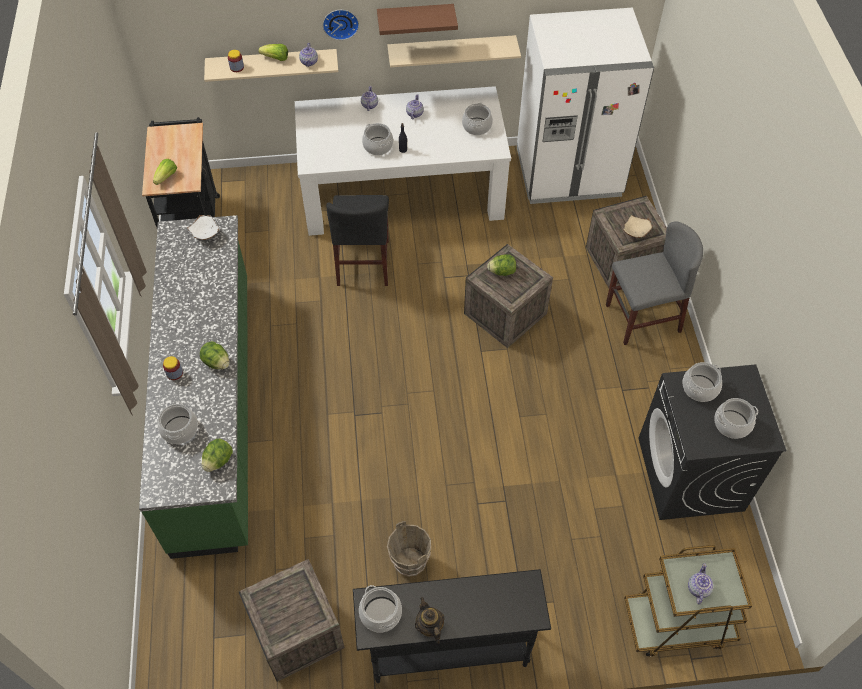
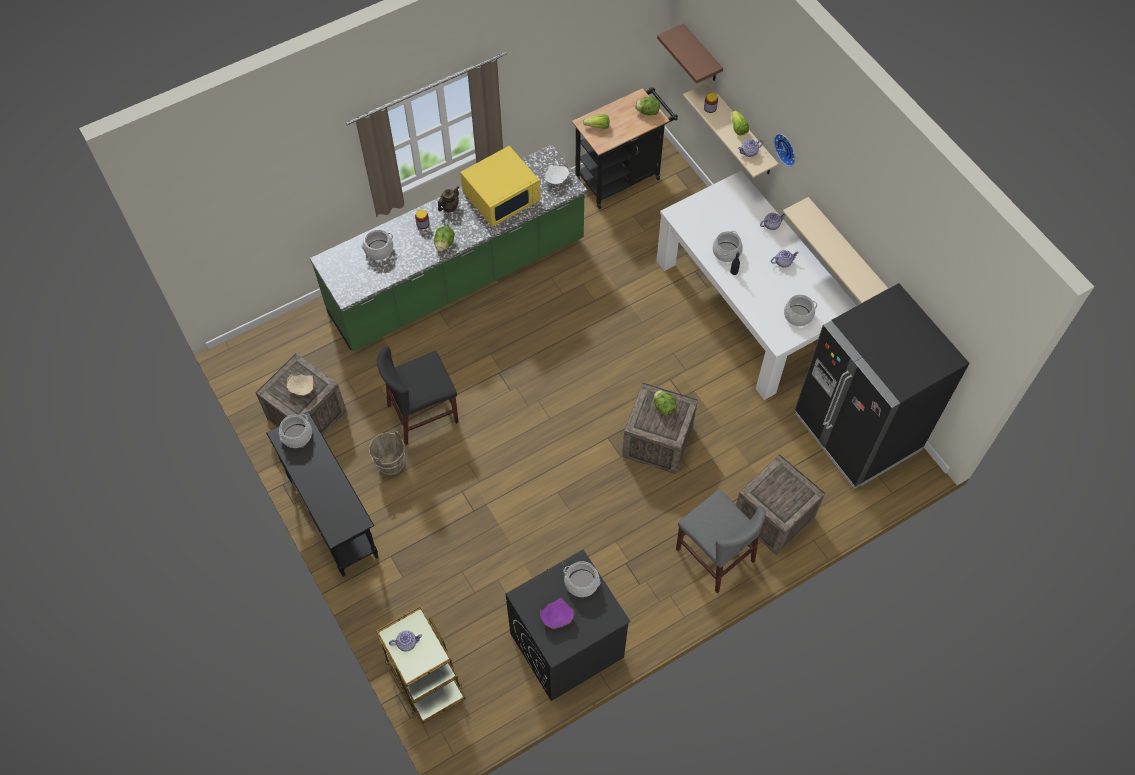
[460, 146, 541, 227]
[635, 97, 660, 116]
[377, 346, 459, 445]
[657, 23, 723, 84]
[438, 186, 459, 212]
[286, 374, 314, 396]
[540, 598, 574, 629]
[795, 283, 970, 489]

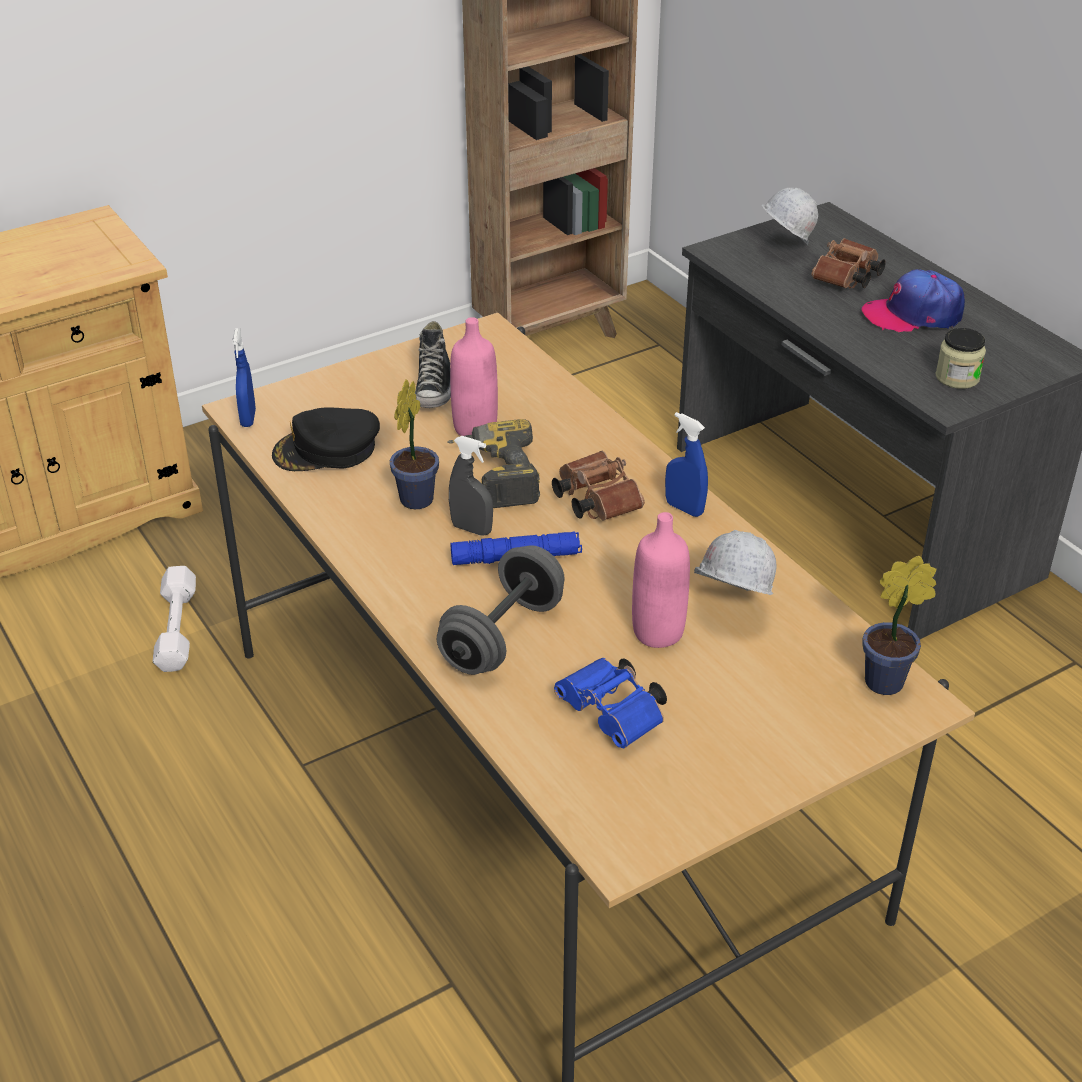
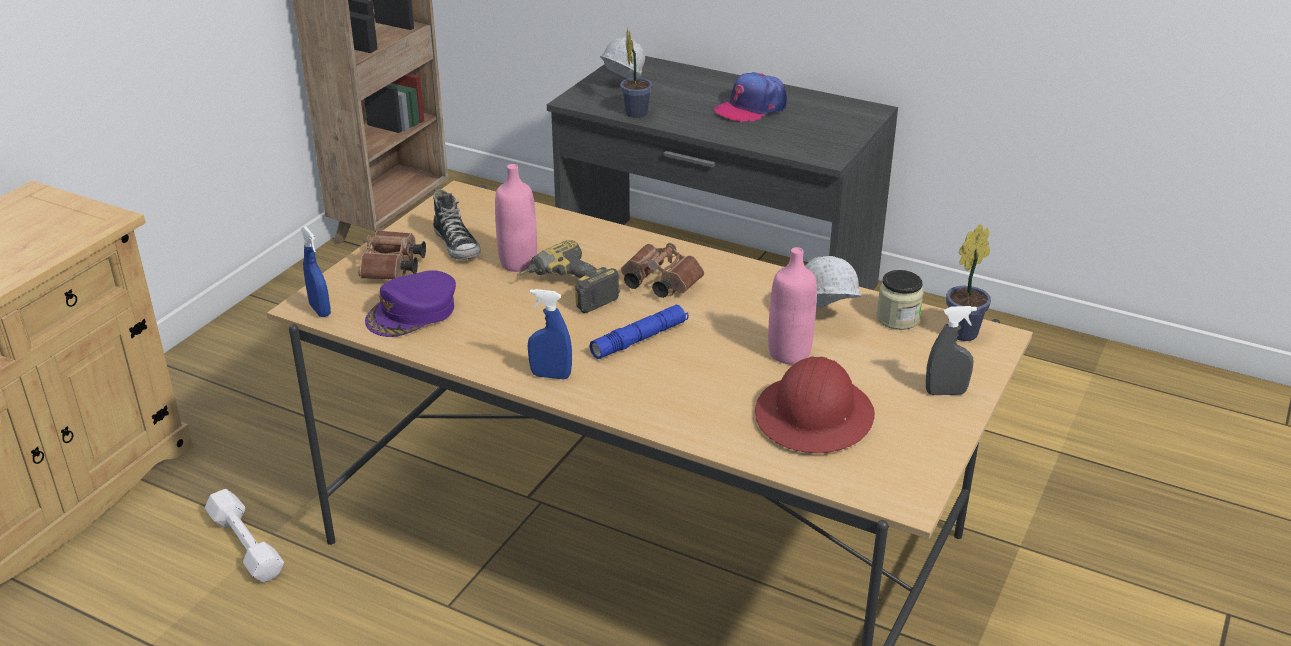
[437, 545, 565, 675] (first image)
[620, 28, 653, 118]
[926, 306, 977, 395]
[528, 289, 572, 379]
[358, 230, 426, 279]
[876, 270, 924, 330]
[755, 357, 875, 453]
[365, 270, 456, 337]

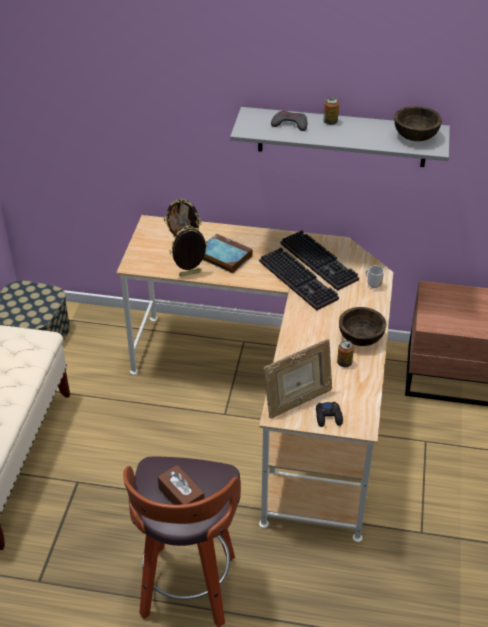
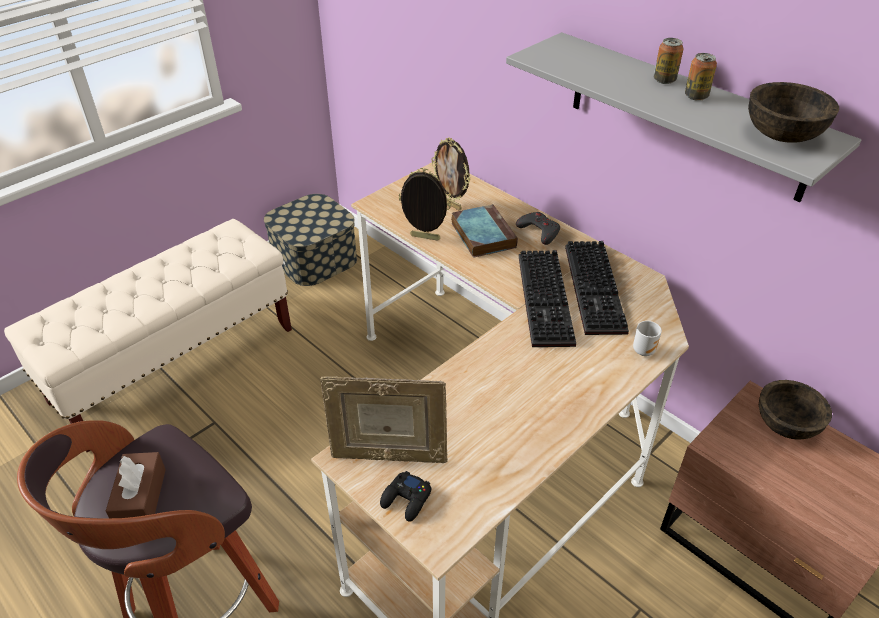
[516, 212, 560, 245]
[685, 53, 717, 101]
[759, 380, 832, 439]

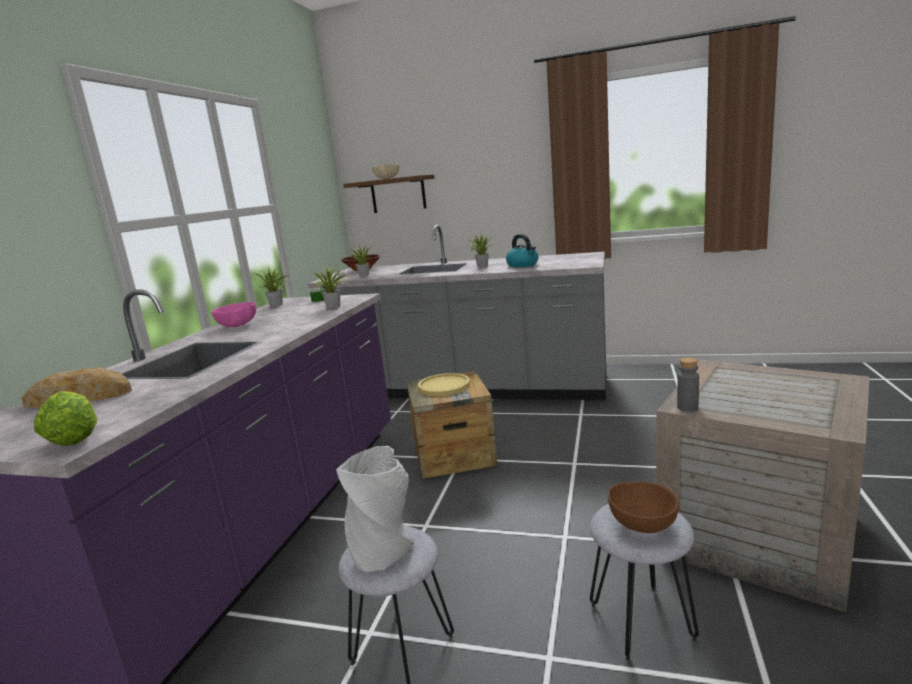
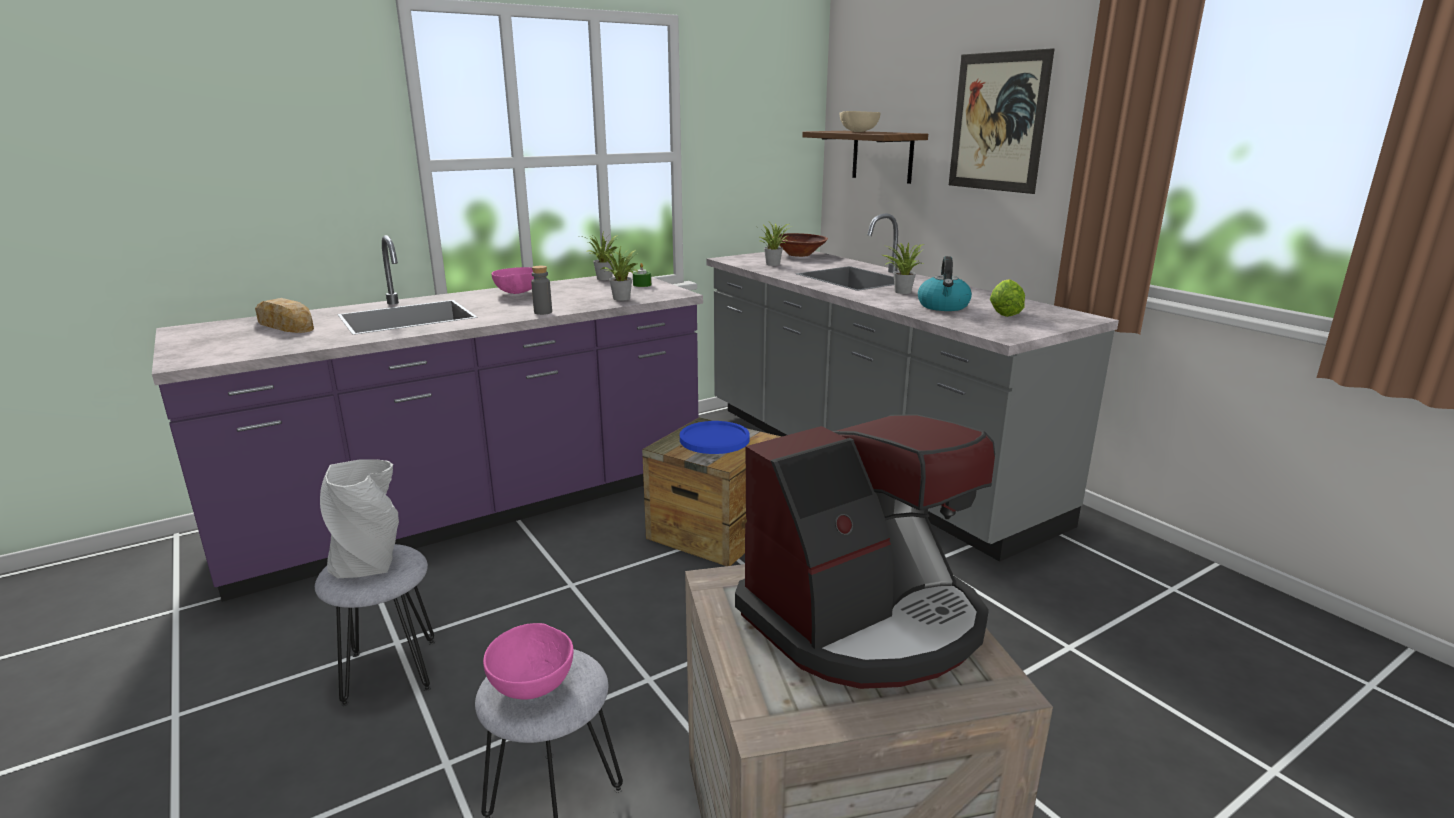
[735, 414, 995, 689]
[949, 48, 1054, 194]
[990, 279, 1025, 317]
[531, 266, 552, 315]
[680, 421, 750, 454]
[483, 623, 573, 699]

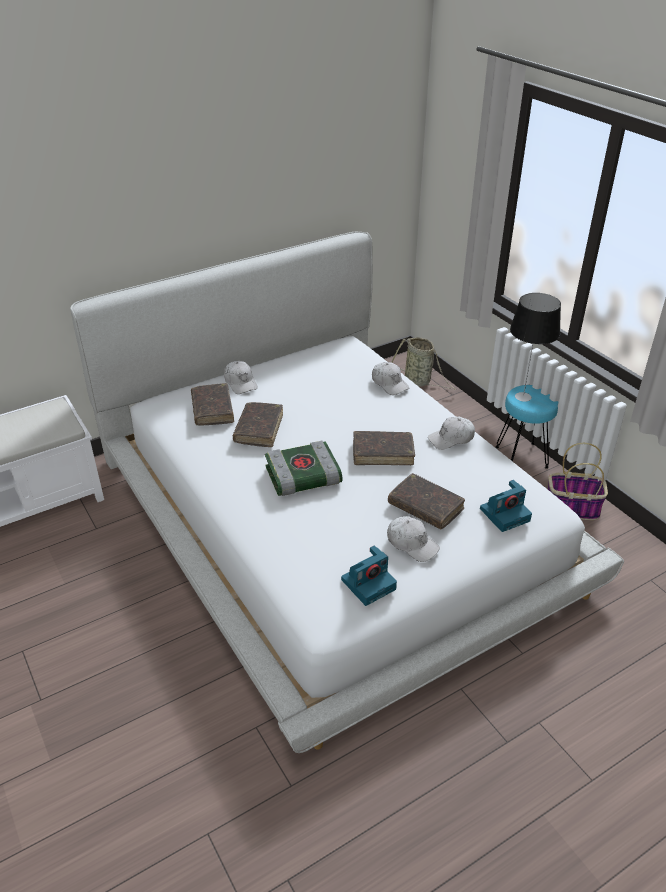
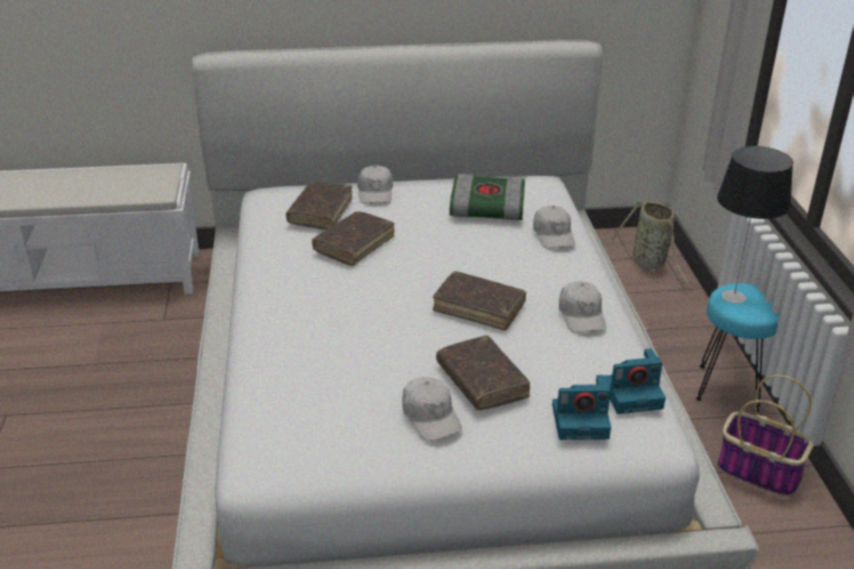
[449, 174, 525, 220]
[604, 348, 666, 414]
[559, 281, 606, 333]

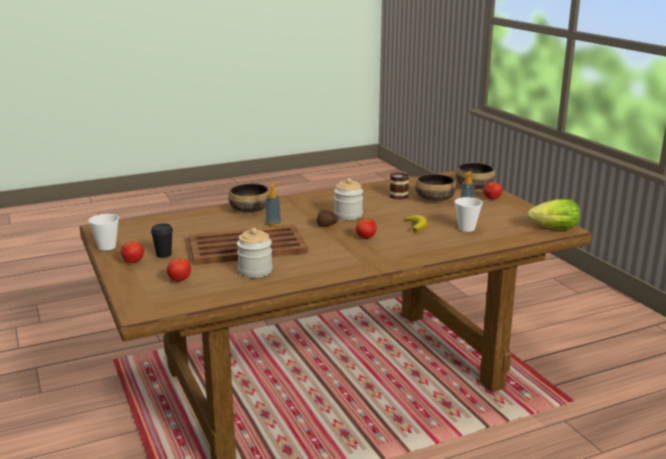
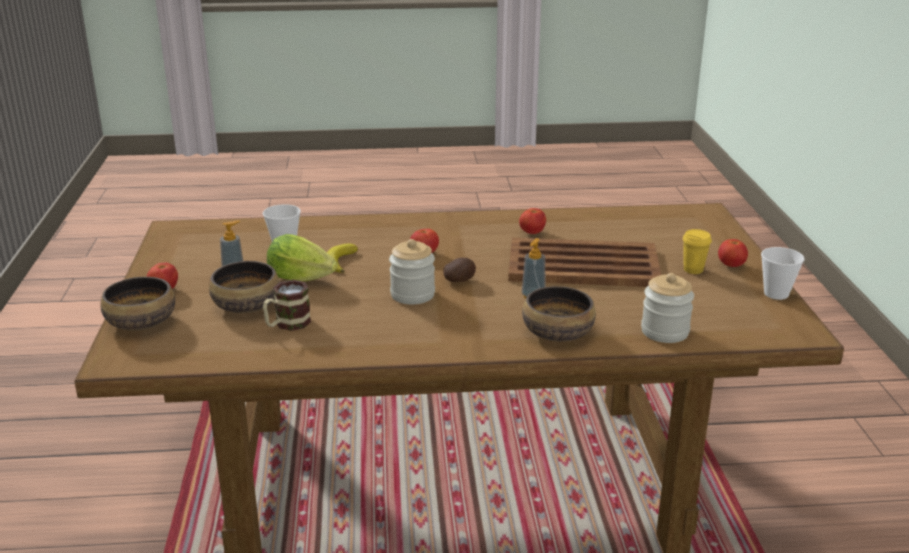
[519, 208, 546, 234]
[641, 273, 694, 343]
[267, 234, 337, 282]
[683, 229, 712, 274]

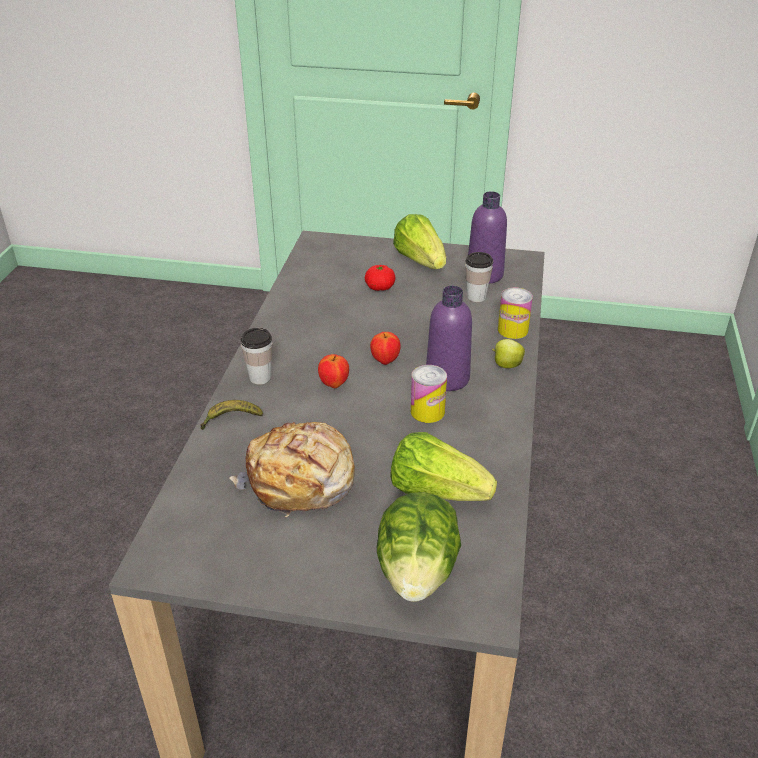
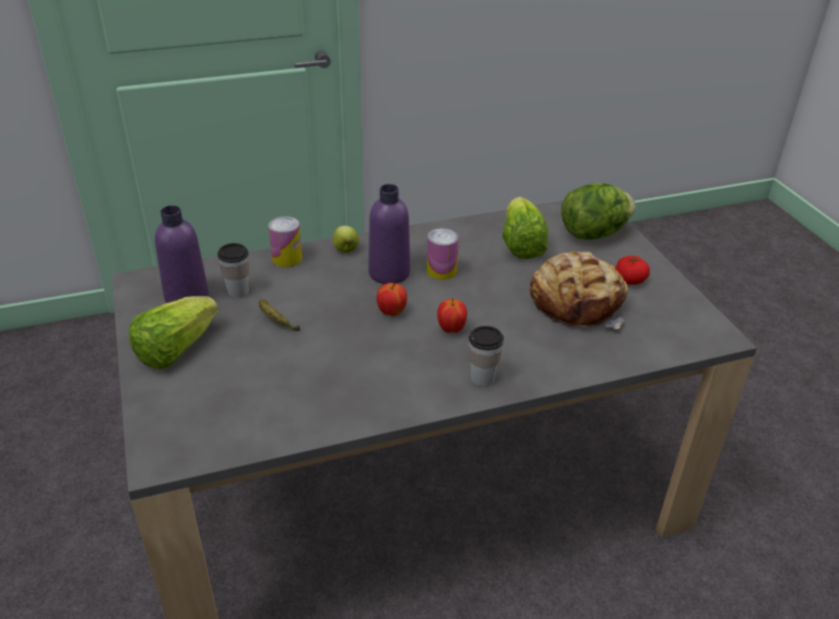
[259, 299, 300, 331]
[616, 256, 650, 285]

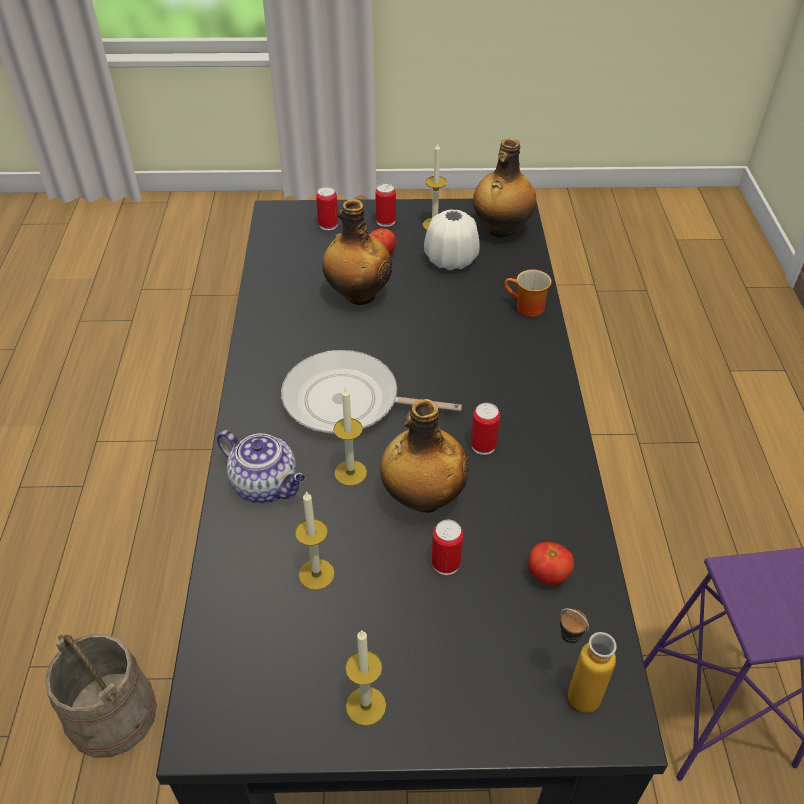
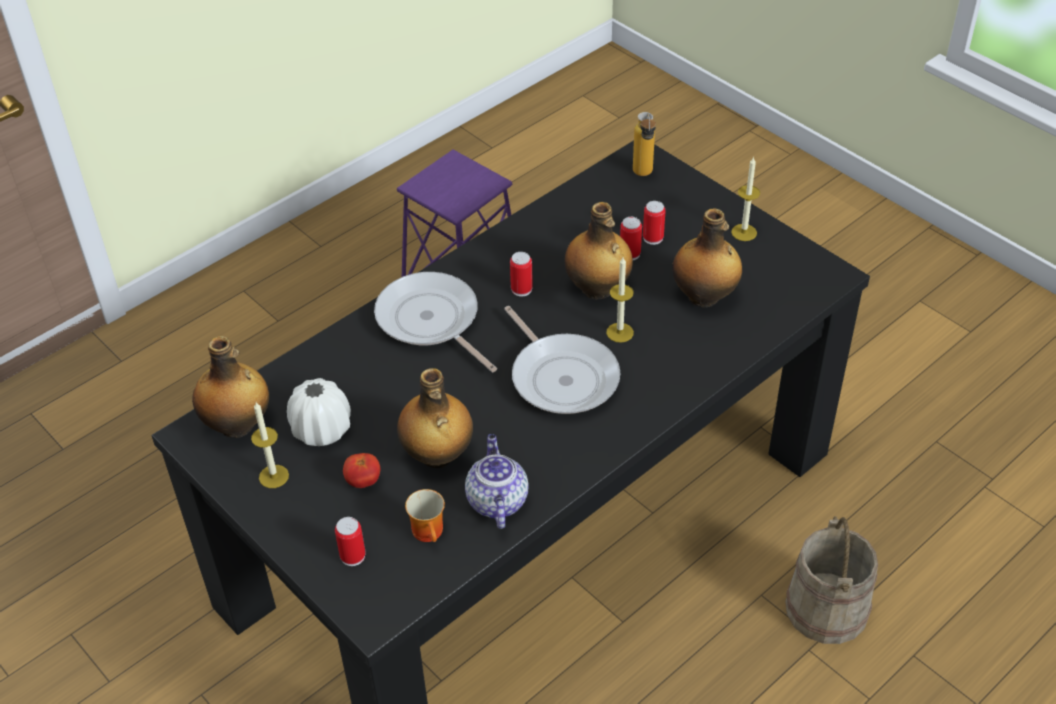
[528, 542, 574, 585] (first image)
[374, 272, 497, 372]
[465, 434, 529, 529]
[643, 201, 666, 245]
[405, 489, 445, 542]
[672, 208, 742, 307]

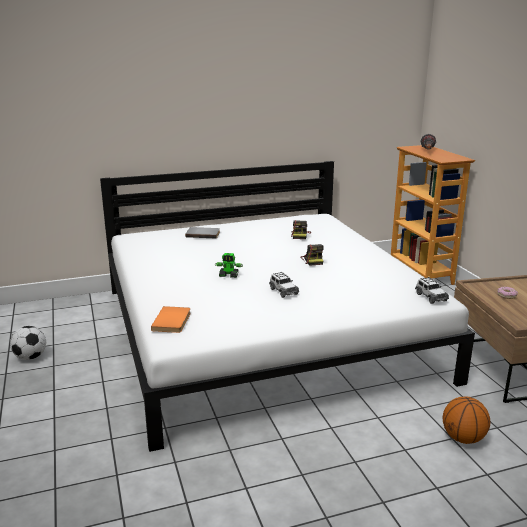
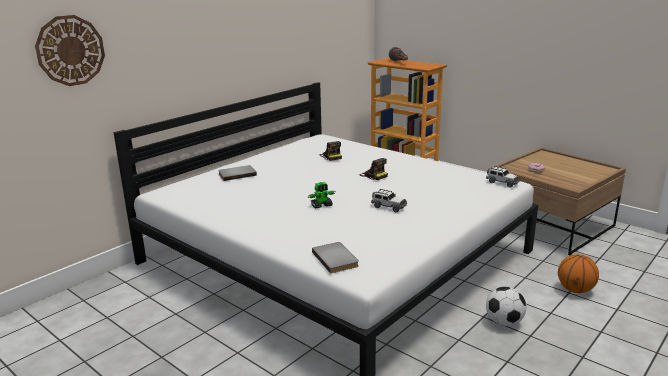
[35, 15, 105, 86]
[486, 287, 526, 326]
[312, 242, 359, 274]

